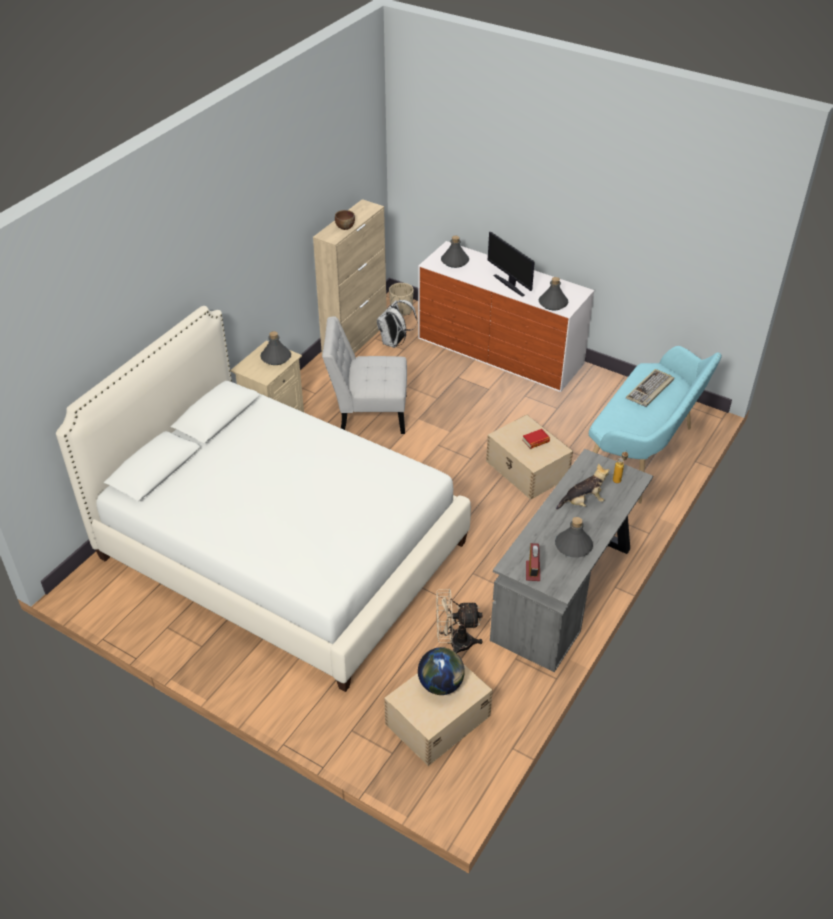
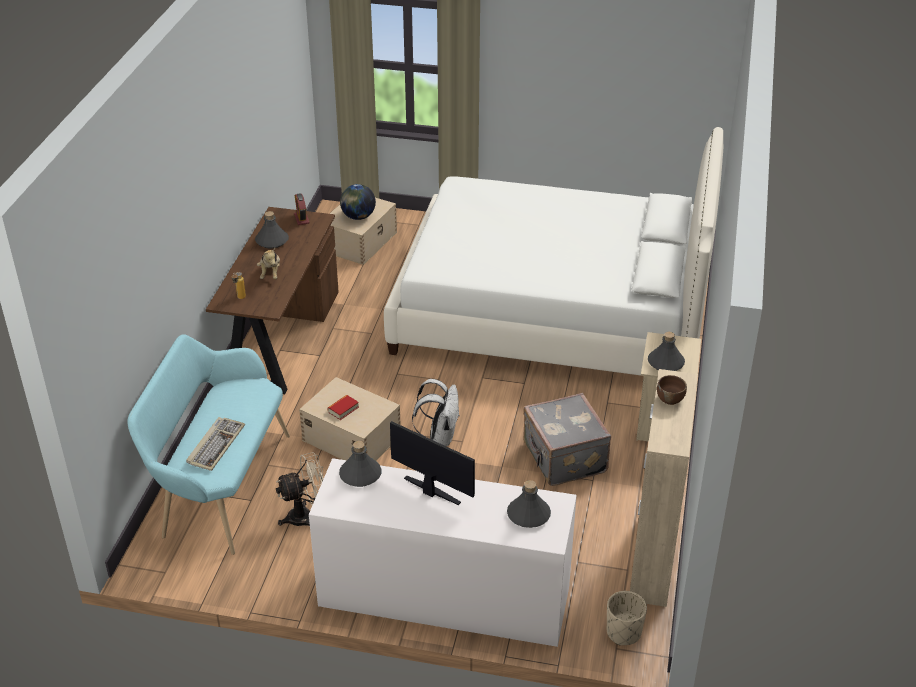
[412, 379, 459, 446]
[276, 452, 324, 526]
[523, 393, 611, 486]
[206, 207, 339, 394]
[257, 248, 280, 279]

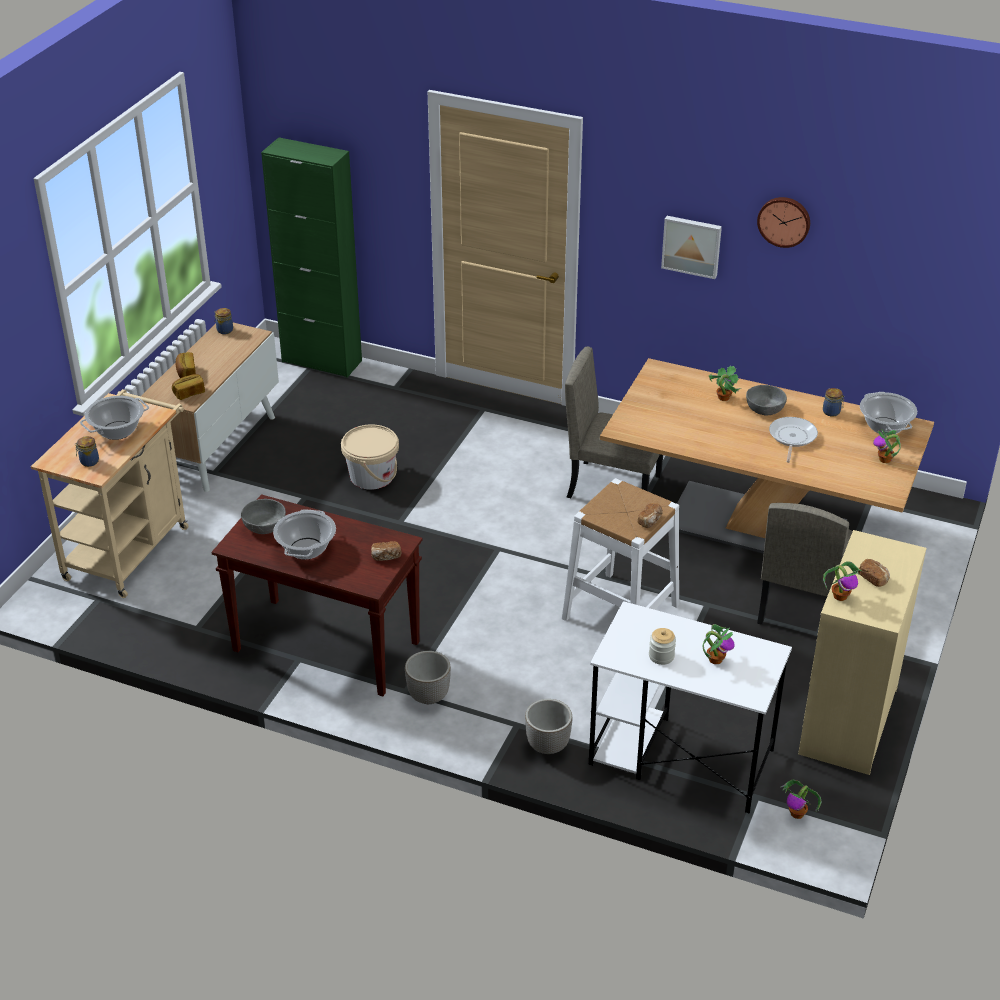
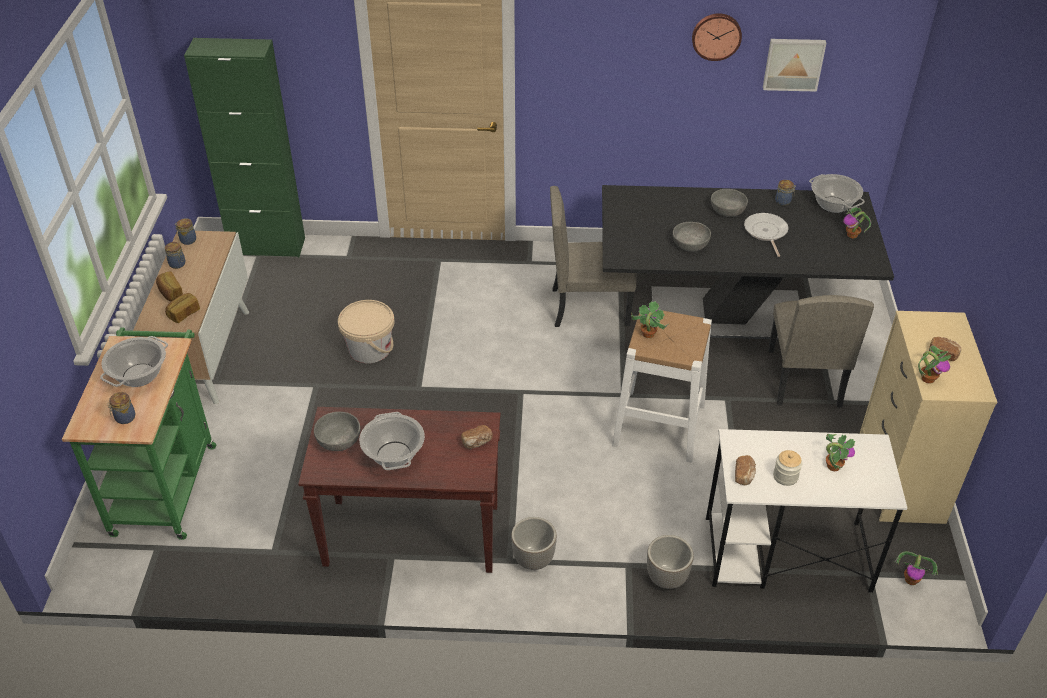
[165, 242, 185, 269]
[673, 222, 711, 252]
[735, 455, 756, 485]
[763, 39, 826, 92]
[631, 301, 668, 338]
[62, 328, 216, 540]
[602, 185, 894, 340]

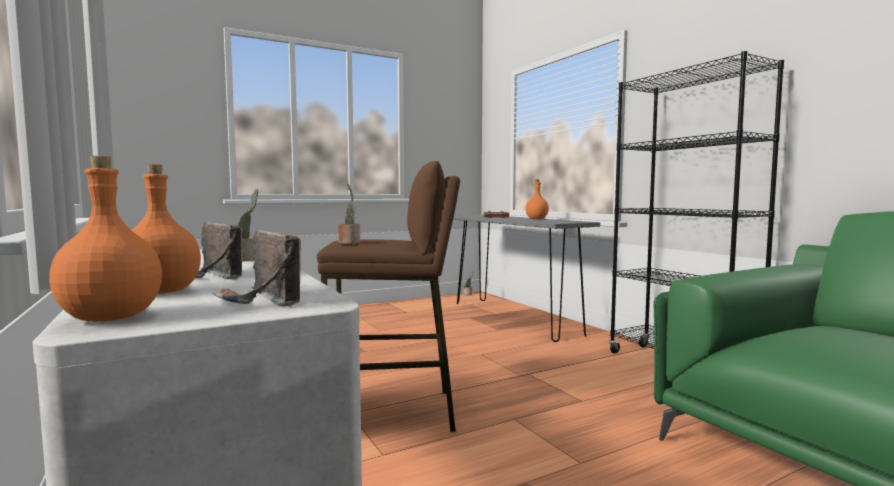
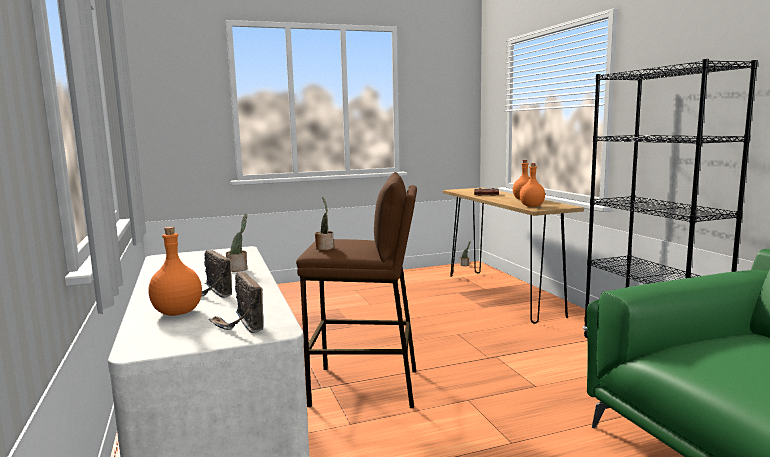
[519, 163, 545, 207]
[443, 188, 584, 324]

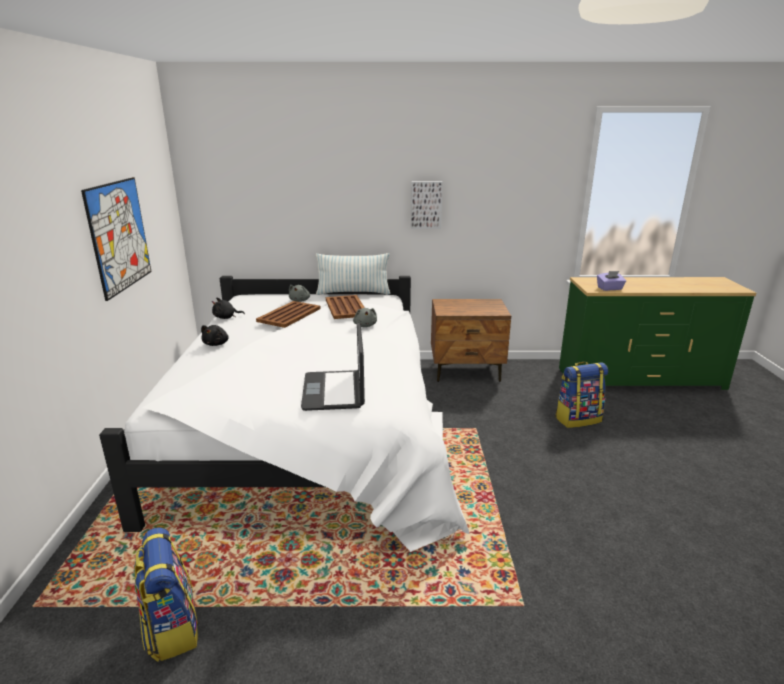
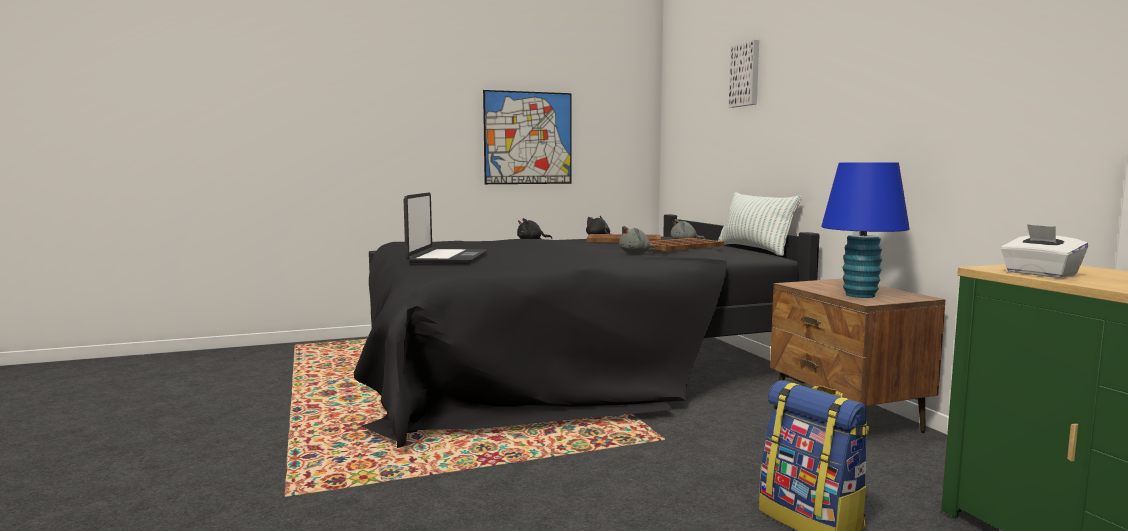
[134, 527, 198, 662] (first image)
[821, 162, 910, 298]
[728, 40, 759, 108]
[354, 214, 820, 448]
[1001, 224, 1088, 278]
[404, 192, 488, 264]

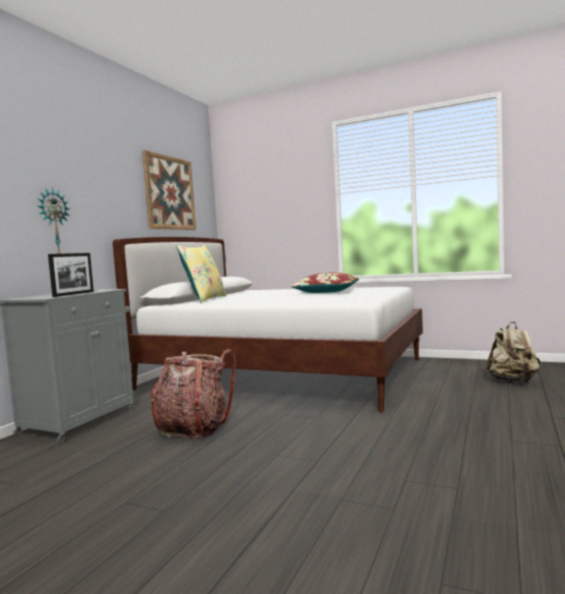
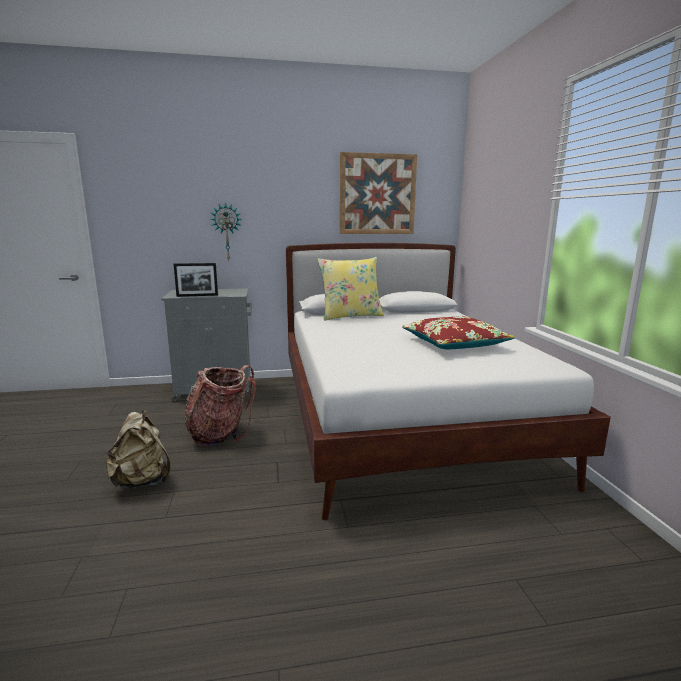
[105, 410, 170, 488]

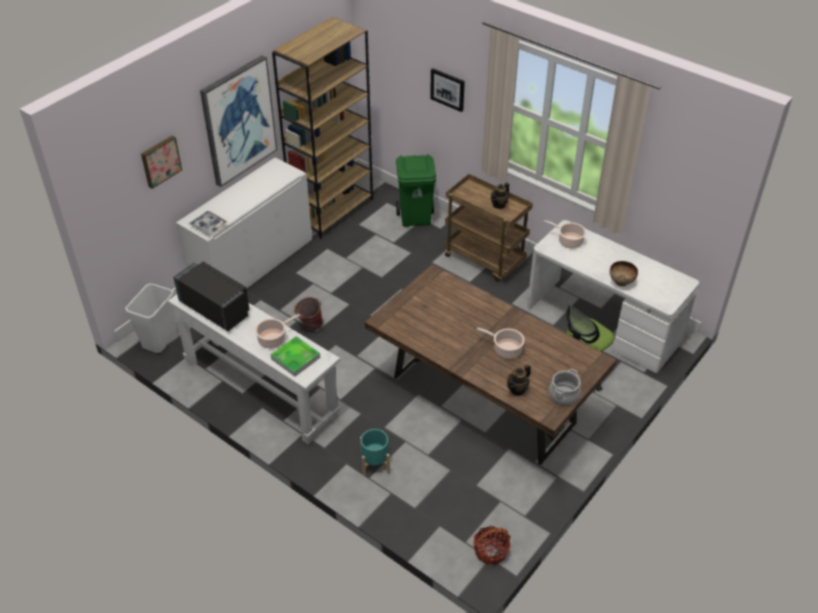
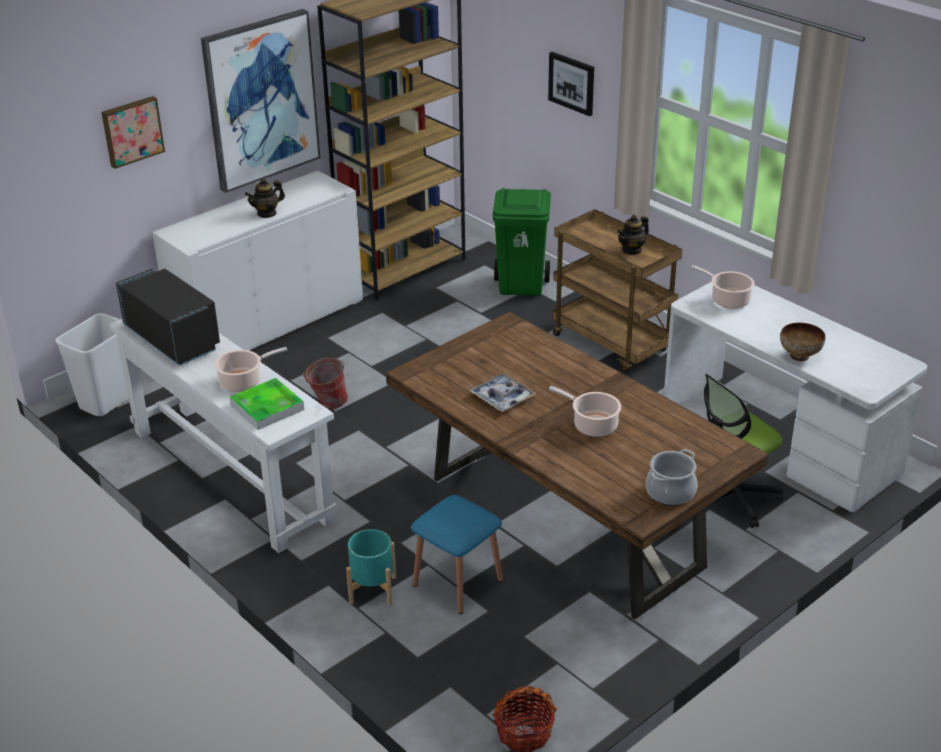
[411, 495, 503, 614]
[470, 373, 537, 412]
[245, 178, 285, 218]

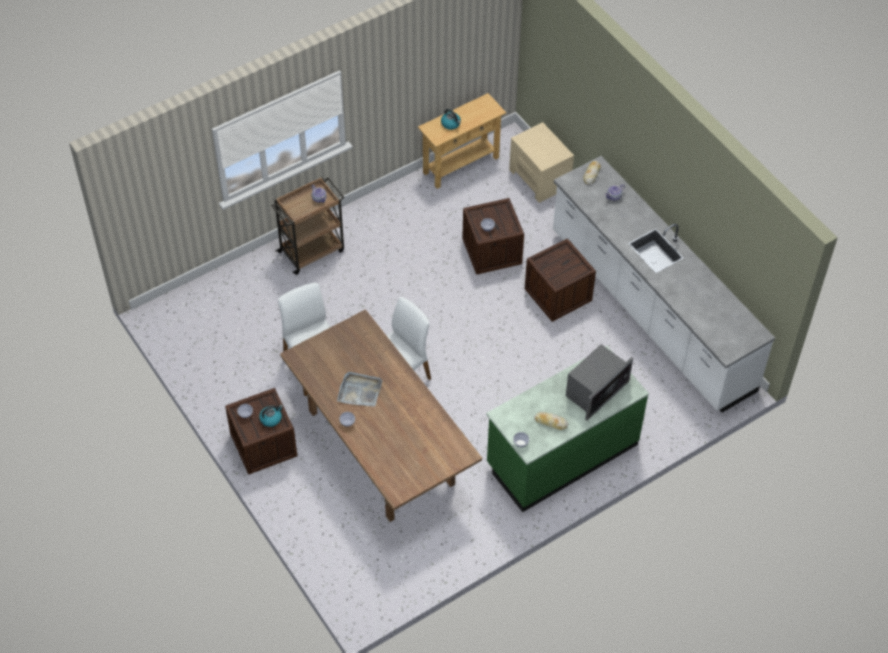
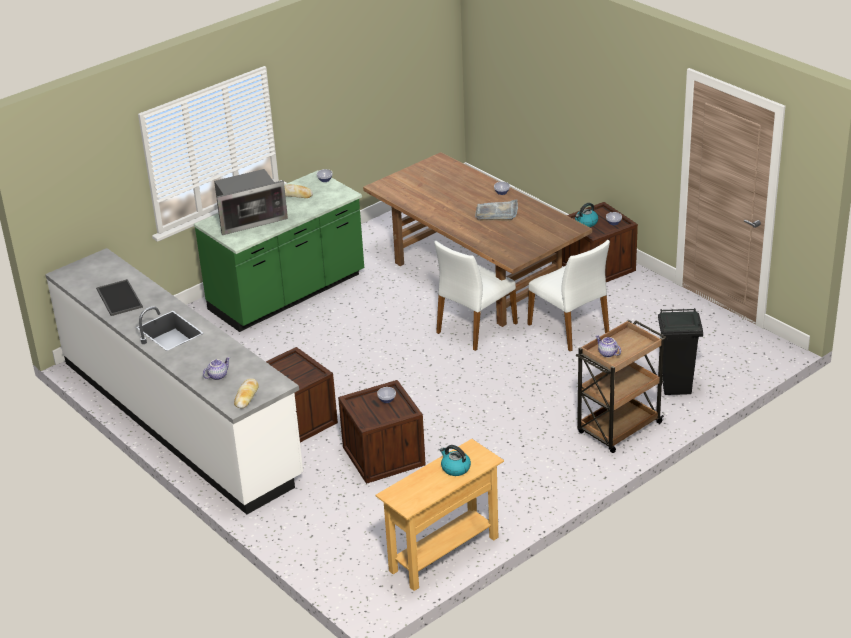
[509, 122, 574, 203] (first image)
[96, 279, 143, 316]
[658, 309, 703, 395]
[214, 169, 288, 235]

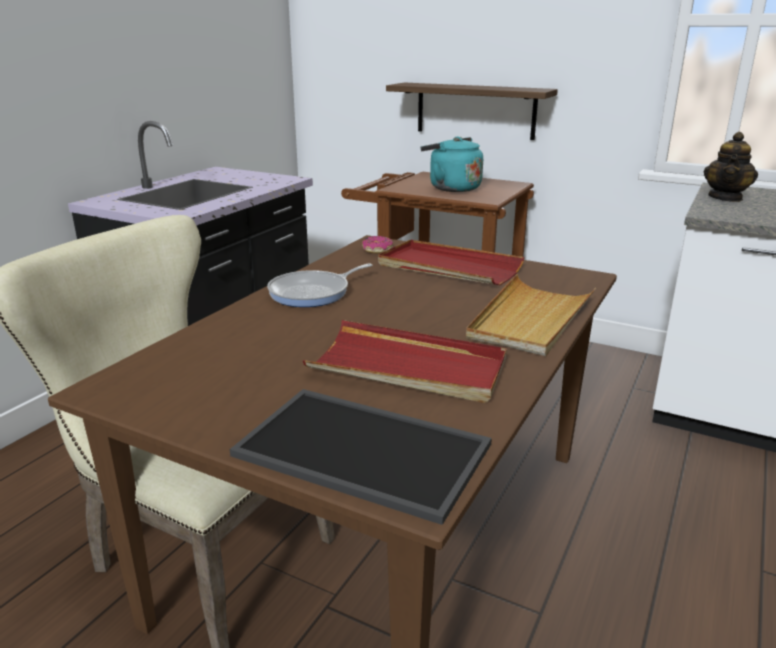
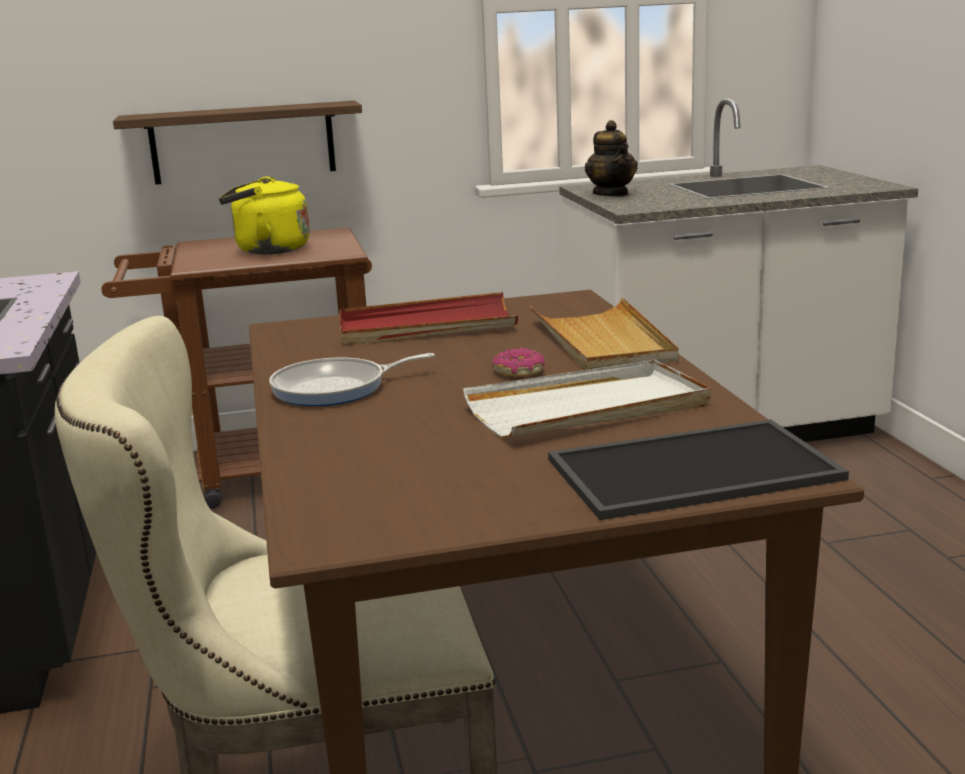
[492, 348, 545, 377]
[463, 360, 711, 438]
[219, 176, 310, 254]
[269, 353, 435, 406]

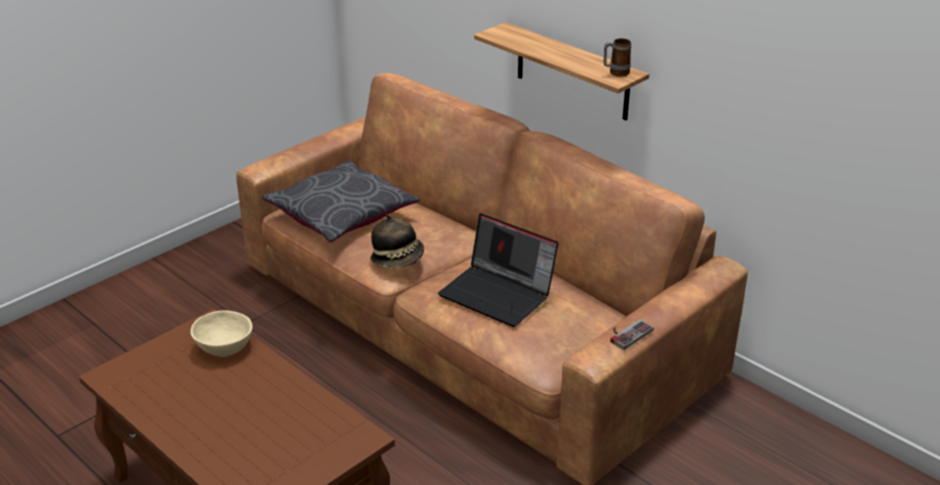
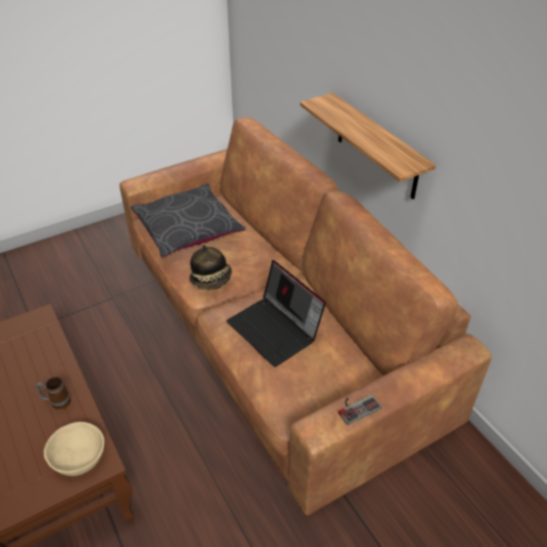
[44, 422, 104, 476]
[36, 377, 71, 410]

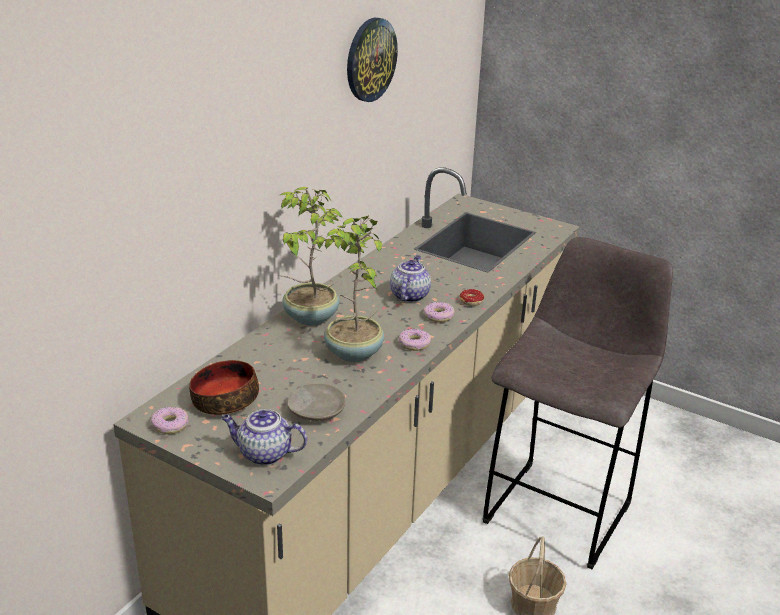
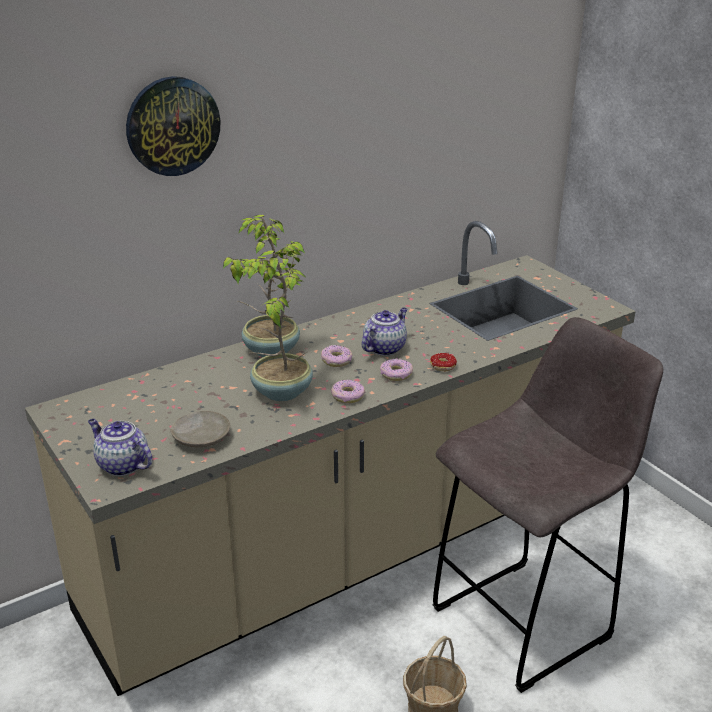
[189, 360, 259, 415] (first image)
[321, 345, 352, 367]
[126, 76, 220, 176]

